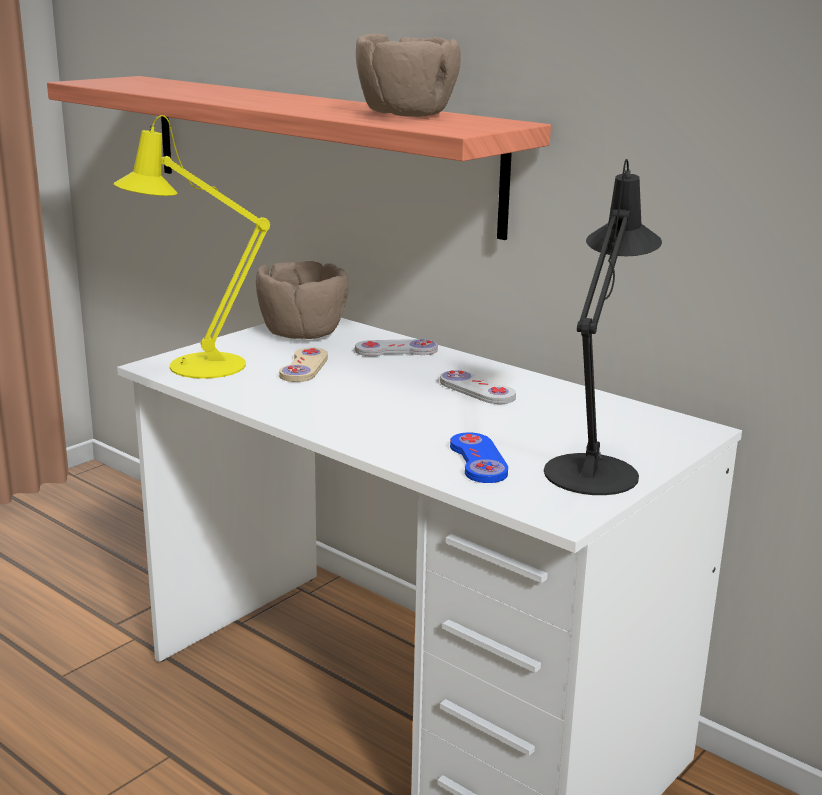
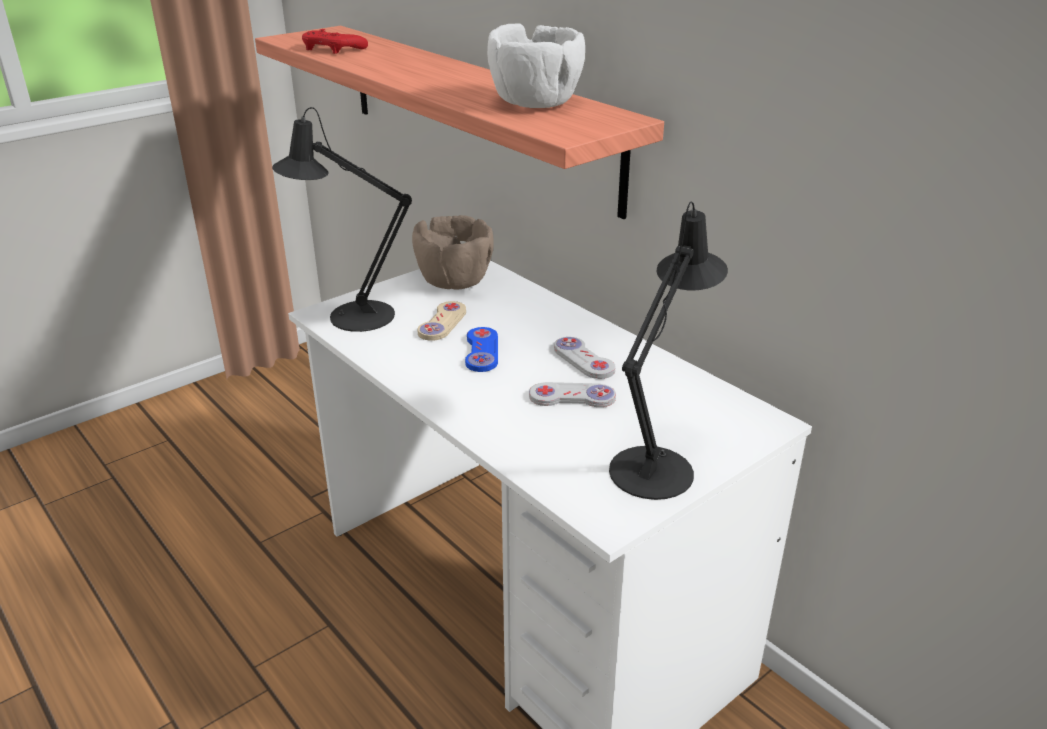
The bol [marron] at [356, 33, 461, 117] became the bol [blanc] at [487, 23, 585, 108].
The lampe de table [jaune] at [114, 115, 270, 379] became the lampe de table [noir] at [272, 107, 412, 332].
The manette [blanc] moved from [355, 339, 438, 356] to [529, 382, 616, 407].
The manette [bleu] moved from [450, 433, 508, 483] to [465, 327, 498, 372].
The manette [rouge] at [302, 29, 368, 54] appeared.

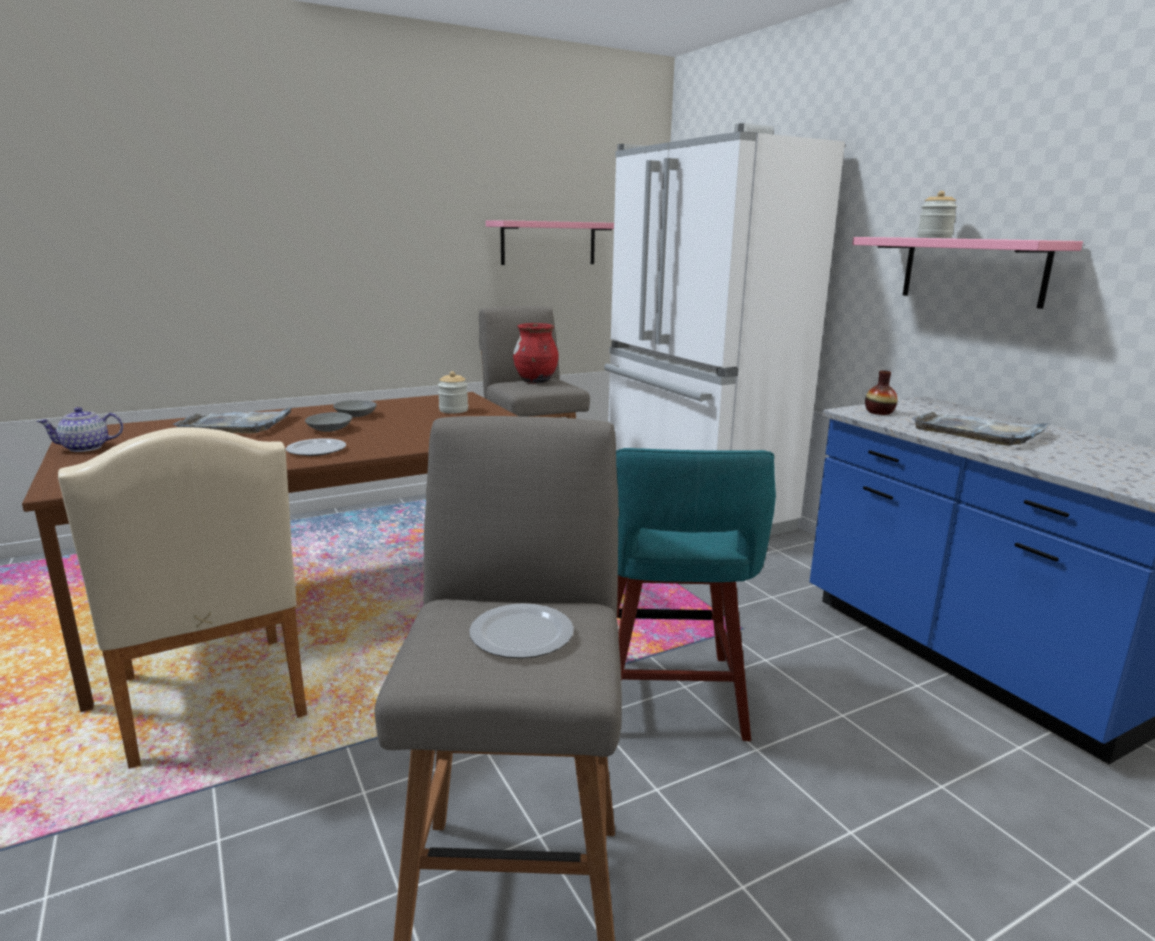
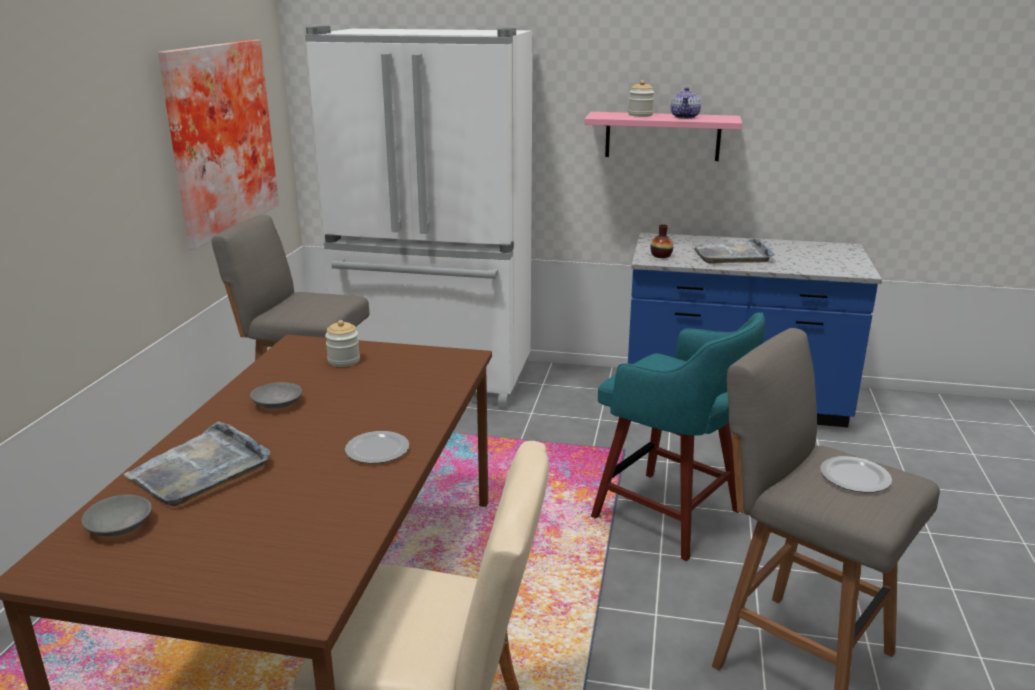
The étagère [rose] at [486, 220, 614, 265] was replaced by the tableau at [158, 39, 279, 250].
The vase [rouge] at [513, 323, 558, 384] disappeared.
The théière moved from [37, 407, 123, 452] to [671, 87, 701, 119].
The bol [gris] moved from [305, 412, 353, 432] to [81, 495, 152, 536].

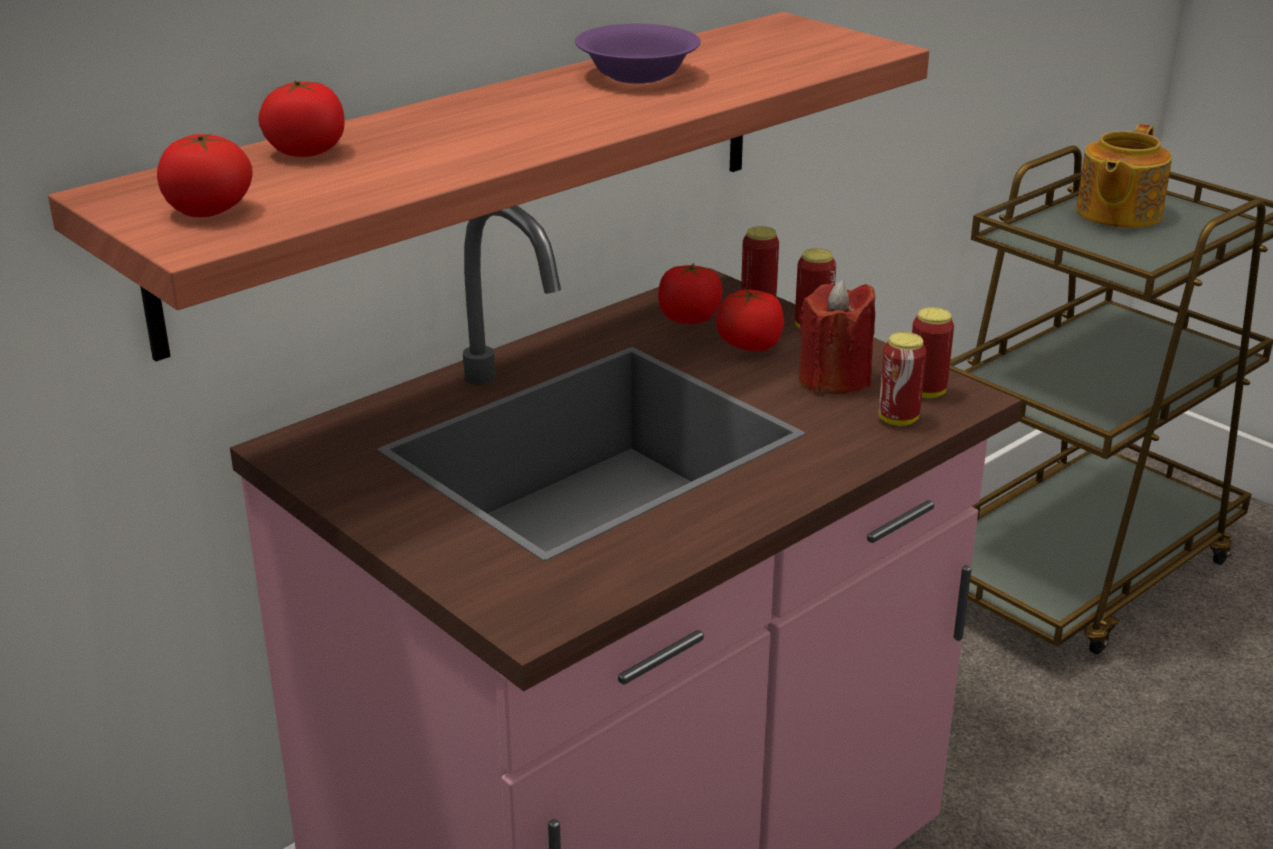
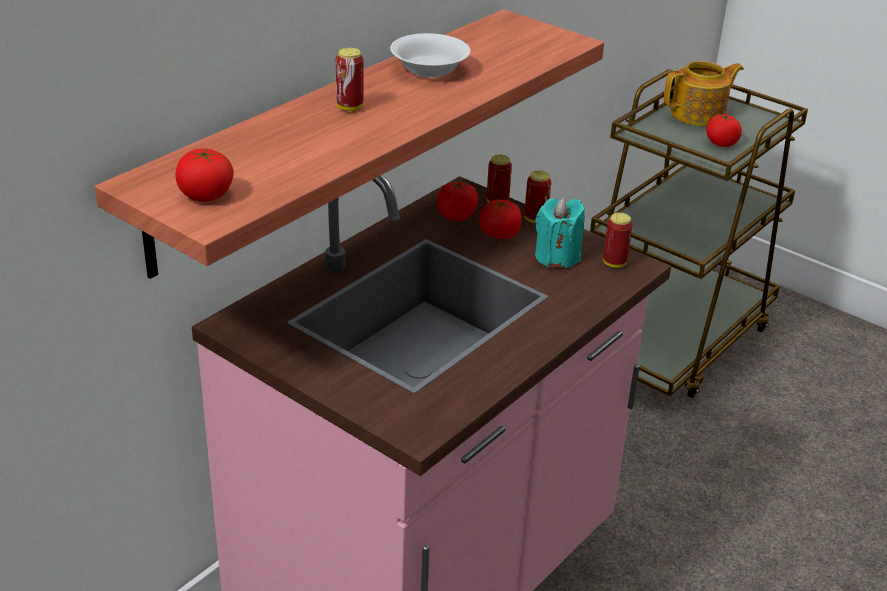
The bol [violet] at [575, 24, 701, 84] became the bol [blanc] at [390, 33, 471, 78].
The tomate moved from [258, 80, 345, 157] to [706, 114, 742, 147].
The théière at [1076, 124, 1172, 228] turned 135 degrees counterclockwise.
The bougie [rouge] at [799, 280, 875, 394] became the bougie [turquoise] at [535, 198, 585, 268].
The boîte métallique moved from [878, 332, 926, 426] to [335, 48, 364, 111].

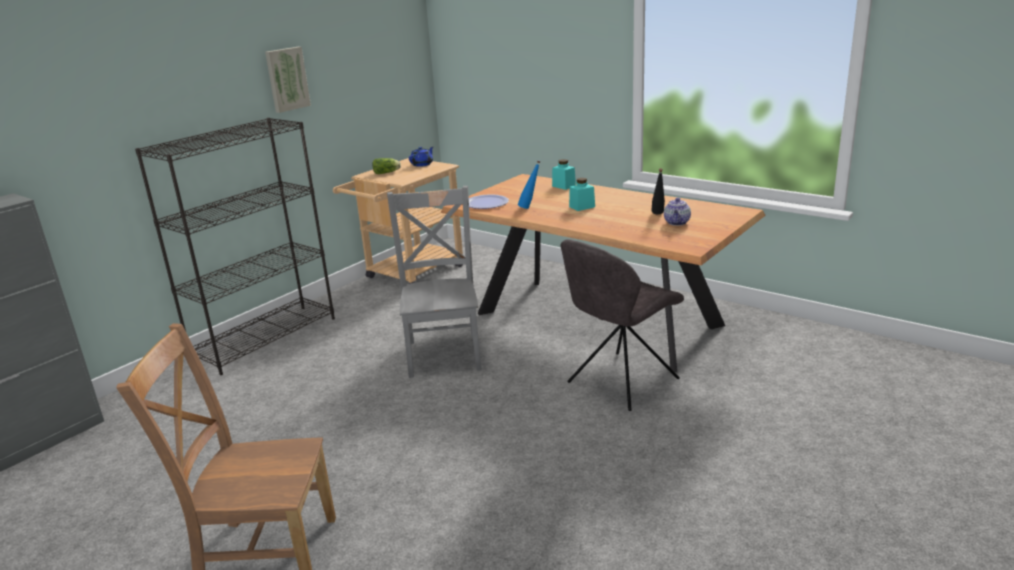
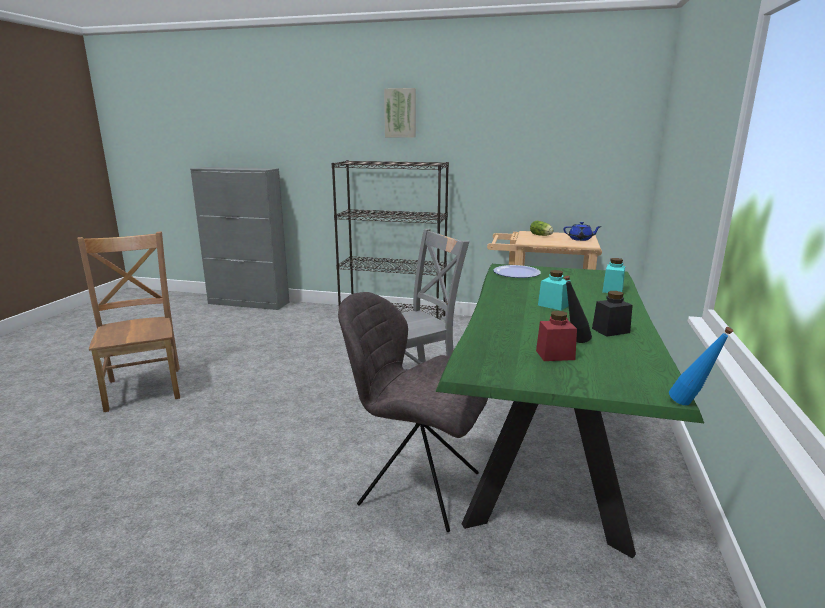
The tableau moved from [265, 47, 311, 113] to [384, 88, 416, 138].
The bouteille [bleu] moved from [518, 160, 541, 209] to [669, 327, 733, 405].
The table à manger [marron] at [441, 174, 766, 372] became the table à manger [vert] at [436, 264, 704, 559].
The théière at [664, 198, 691, 226] was replaced by the bocal [rouge] at [536, 311, 577, 361].
The bocal [noir] at [592, 291, 633, 337] appeared.

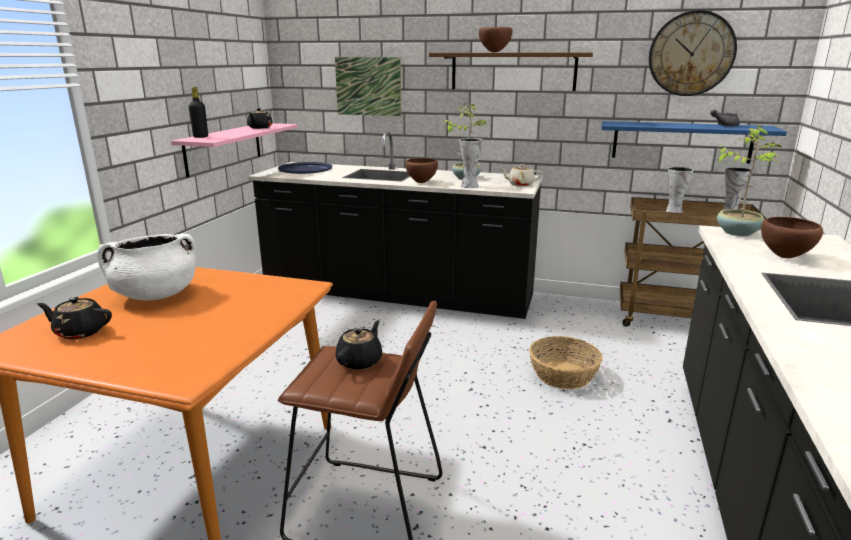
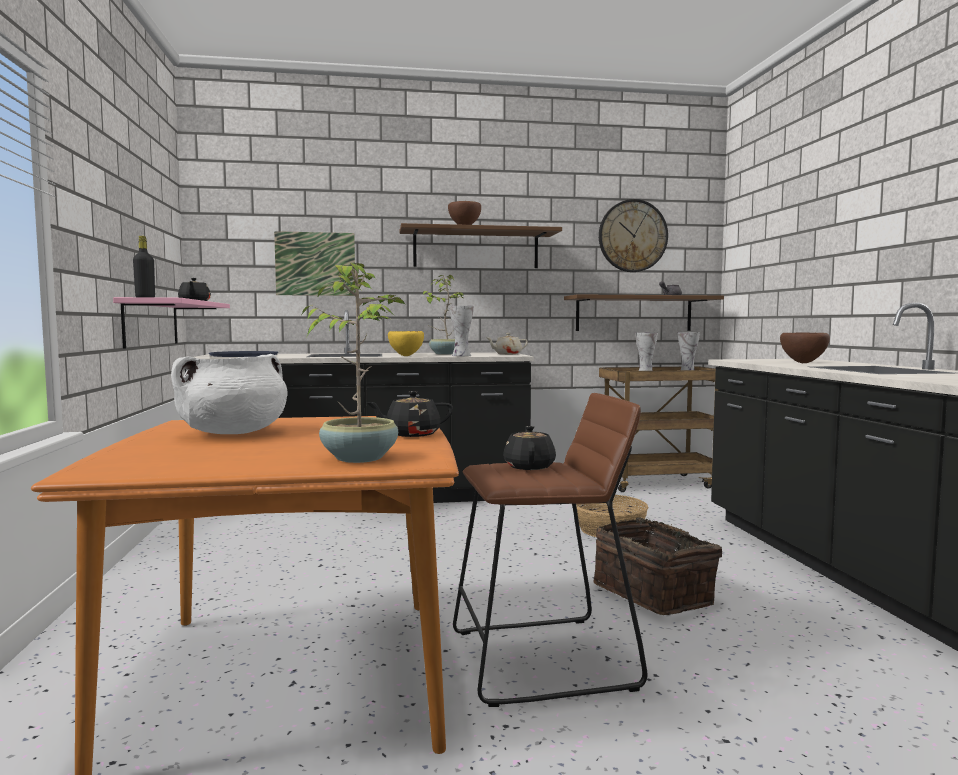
The étagère [bleu] at [602, 121, 787, 164] became the étagère [marron] at [564, 294, 724, 331].
The plante en pot moved from [717, 125, 783, 236] to [302, 262, 405, 463].
The bol [marron] at [405, 158, 438, 183] became the bol [jaune] at [388, 331, 424, 356].
The théière [noir] moved from [37, 297, 112, 339] to [365, 391, 453, 437].
The panier at [593, 517, 722, 615] appeared.

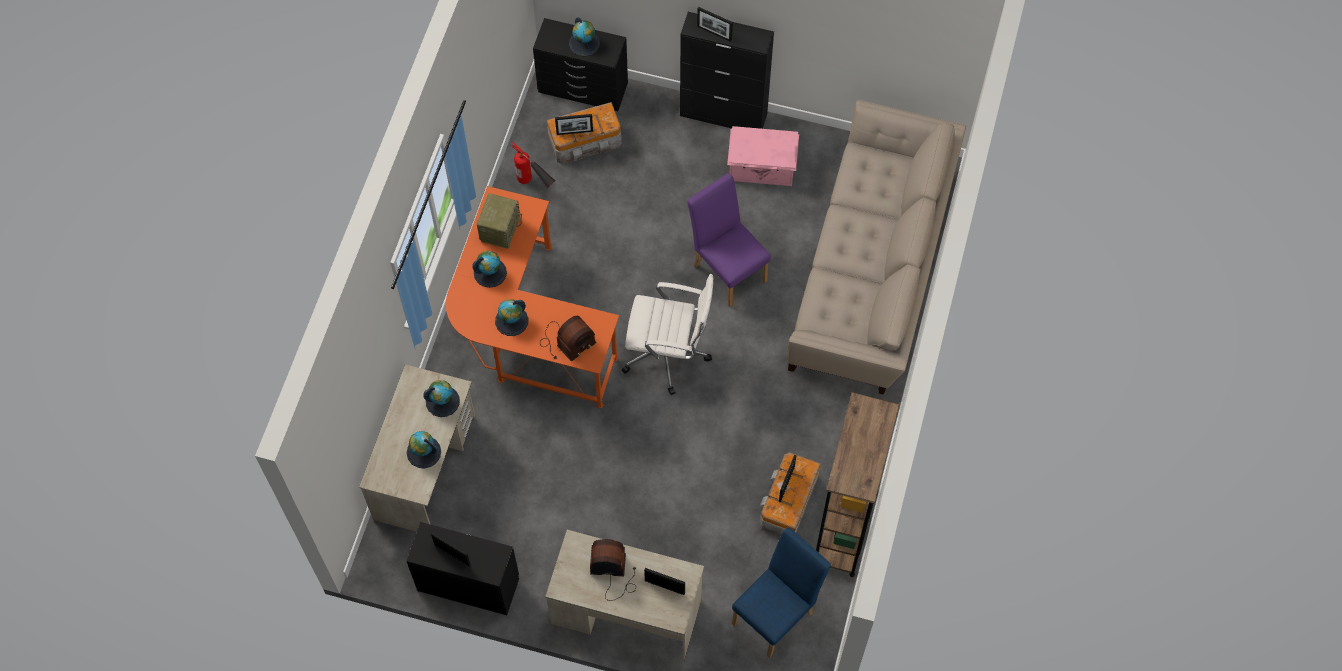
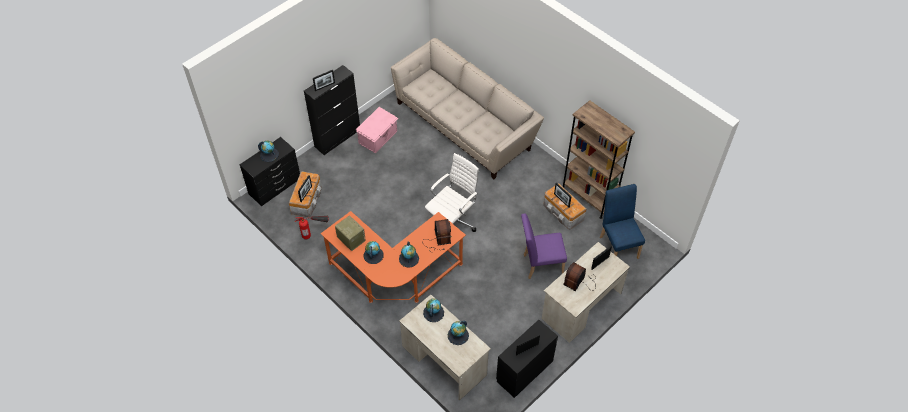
The chaise [violet] moved from [687, 173, 771, 307] to [521, 213, 567, 279].

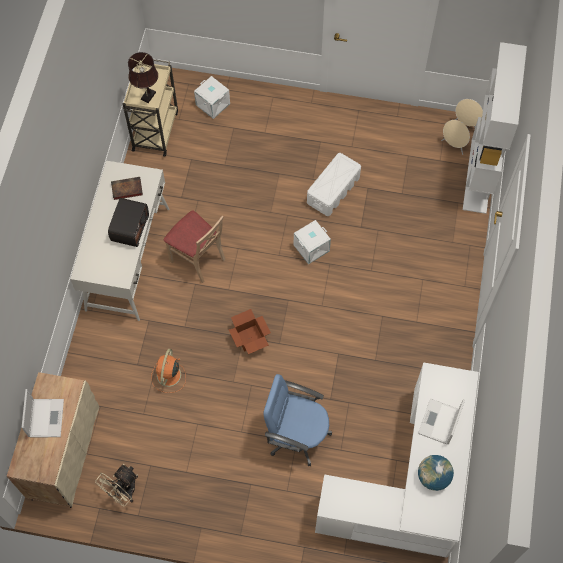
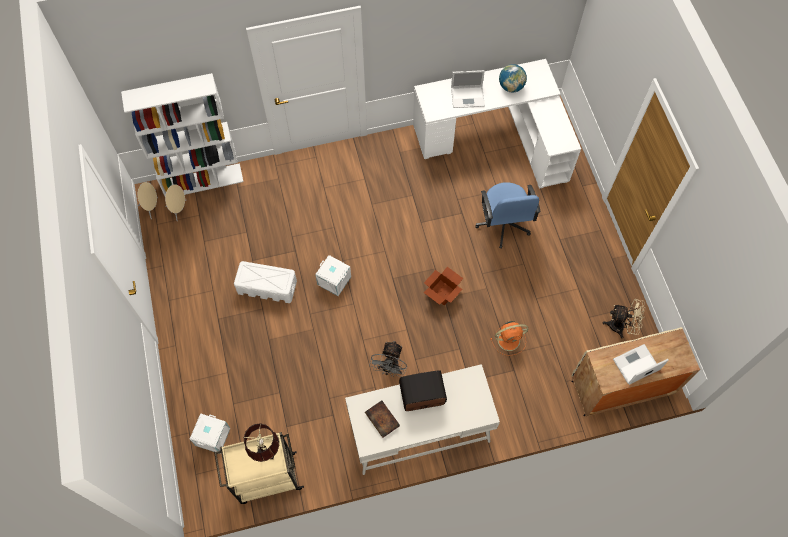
The chaise [beige] at [164, 210, 226, 283] was replaced by the ventilateur [gris] at [369, 341, 407, 377].

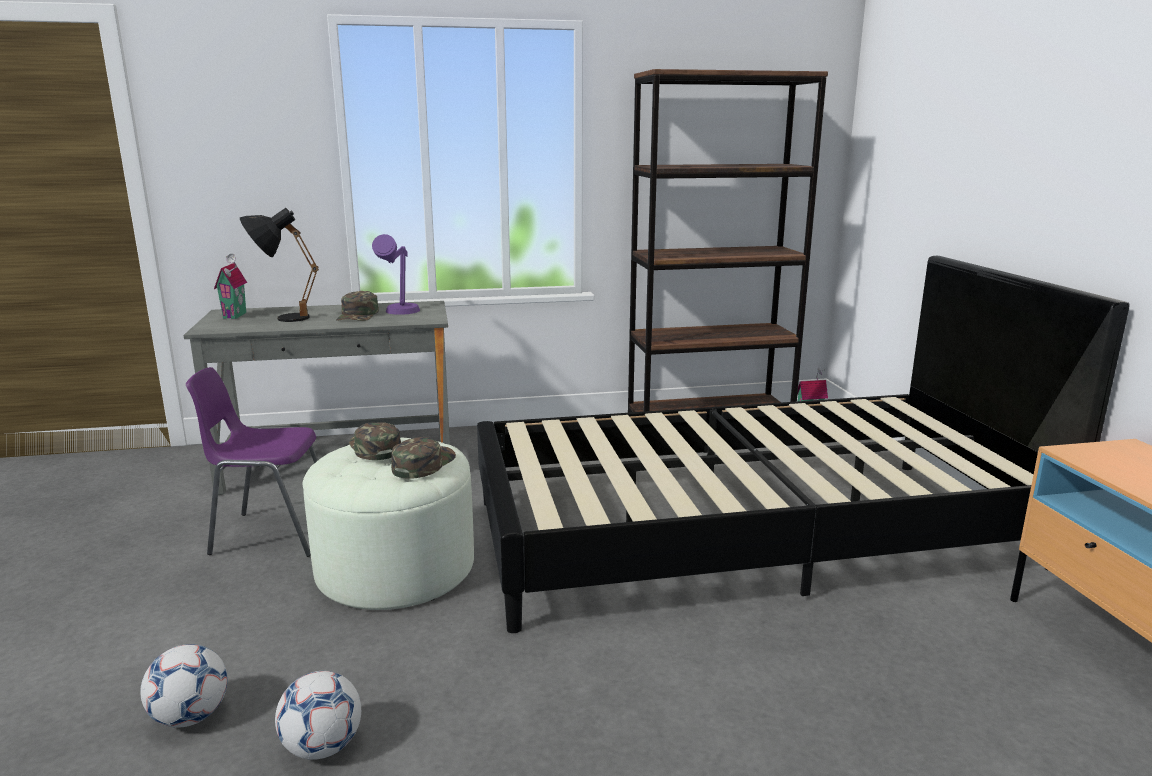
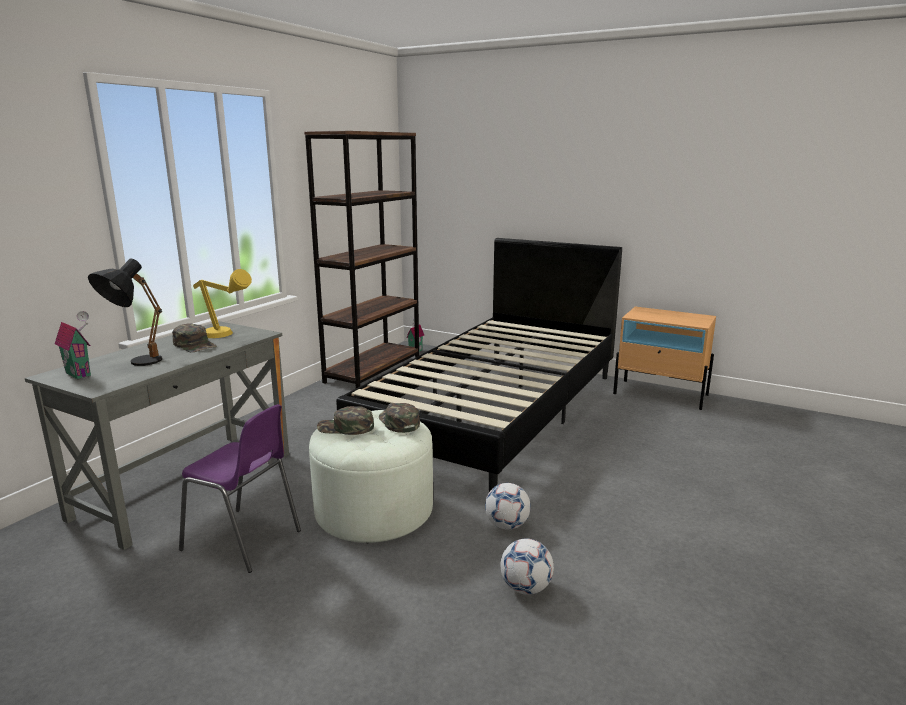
The lampe de table [violet] at [372, 234, 420, 315] became the lampe de table [jaune] at [193, 269, 252, 338].
The chaise [violet] at [186, 367, 318, 557] turned 105 degrees counterclockwise.
The ballon de foot moved from [140, 644, 227, 728] to [485, 483, 531, 530].

